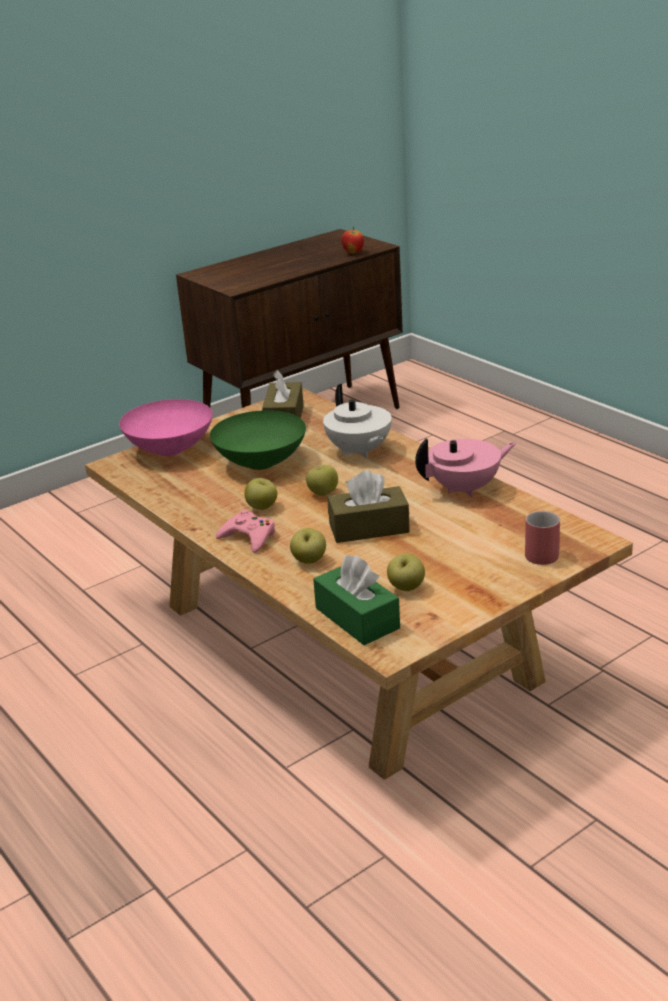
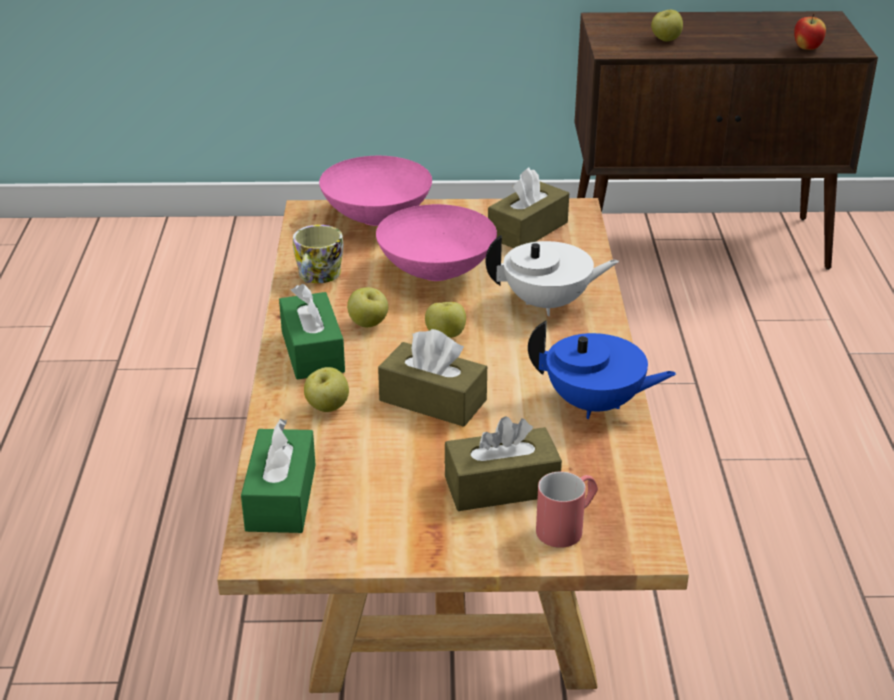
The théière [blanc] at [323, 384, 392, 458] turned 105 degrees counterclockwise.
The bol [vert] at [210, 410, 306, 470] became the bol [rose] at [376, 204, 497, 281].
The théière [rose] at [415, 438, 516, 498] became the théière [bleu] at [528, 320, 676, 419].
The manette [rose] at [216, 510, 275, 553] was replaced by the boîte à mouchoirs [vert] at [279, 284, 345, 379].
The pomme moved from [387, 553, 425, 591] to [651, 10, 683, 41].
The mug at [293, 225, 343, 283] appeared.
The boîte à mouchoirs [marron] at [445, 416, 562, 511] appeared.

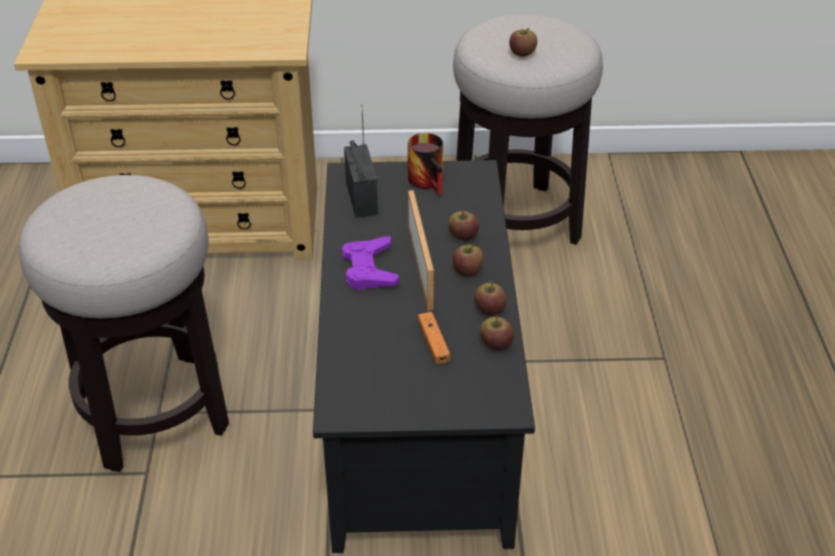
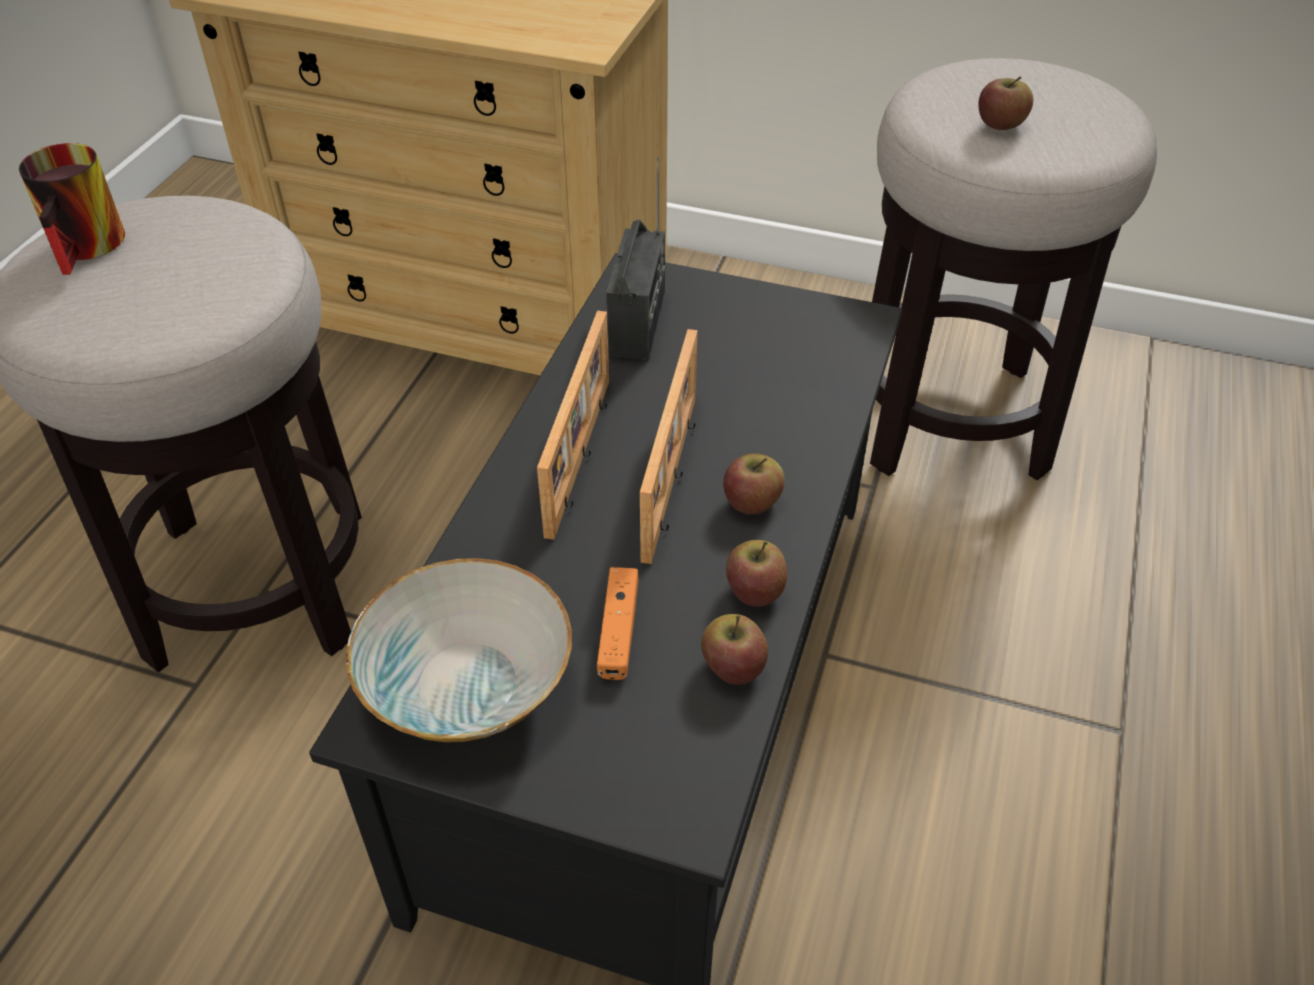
The mug moved from [408, 133, 443, 195] to [19, 143, 125, 275].
The pomme at [448, 209, 479, 241] disappeared.
The manette [violet] at [342, 236, 400, 290] was replaced by the cadre photo at [537, 311, 609, 540].
The bol at [346, 558, 572, 742] appeared.

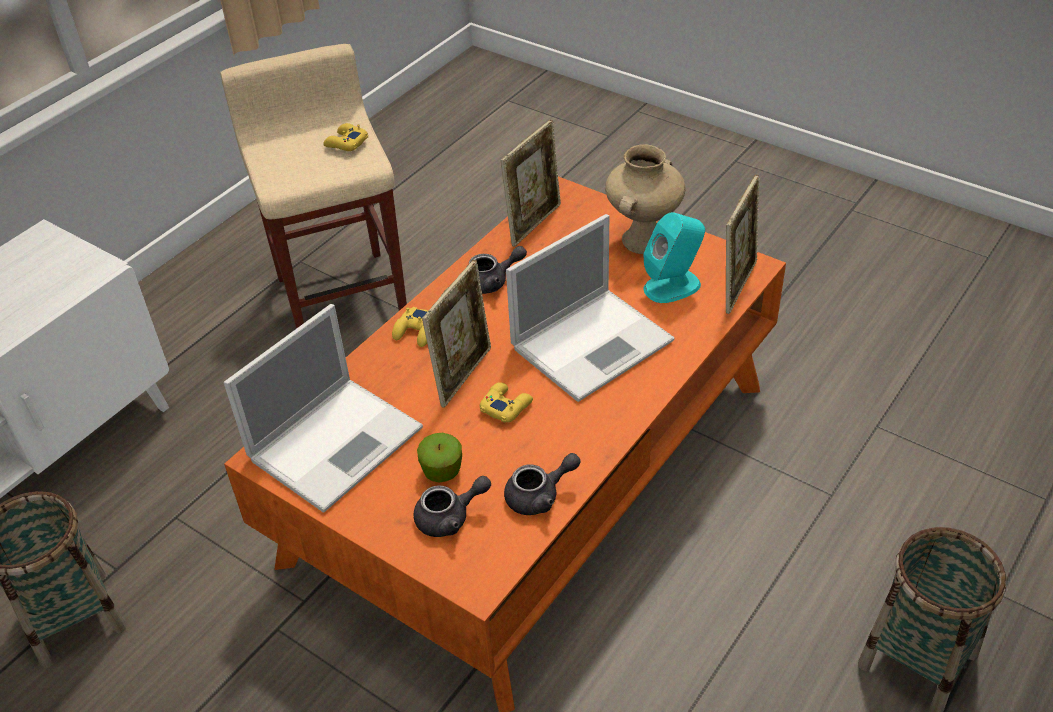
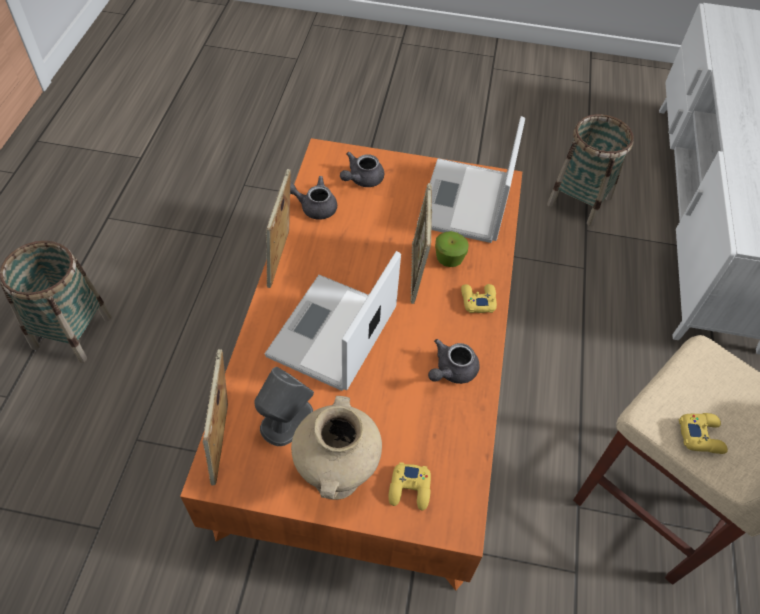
The cadre photo moved from [501, 120, 561, 247] to [265, 169, 291, 288].
The enceinte [turquoise] at [643, 212, 705, 303] became the enceinte [gris] at [254, 367, 314, 446].
The manette [jaune] moved from [480, 382, 533, 423] to [389, 462, 431, 510].
The pomme moved from [417, 433, 462, 482] to [435, 231, 469, 267].
The théière [gris] at [504, 453, 580, 515] turned 60 degrees clockwise.

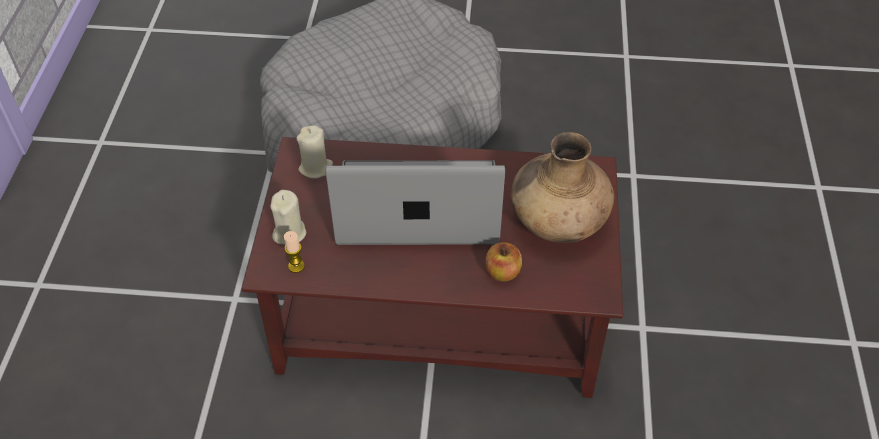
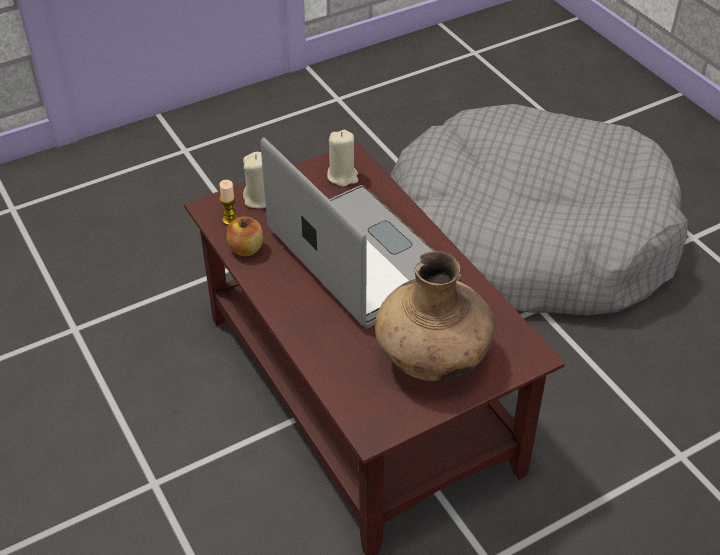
The pomme moved from [486, 242, 522, 281] to [227, 216, 263, 256].

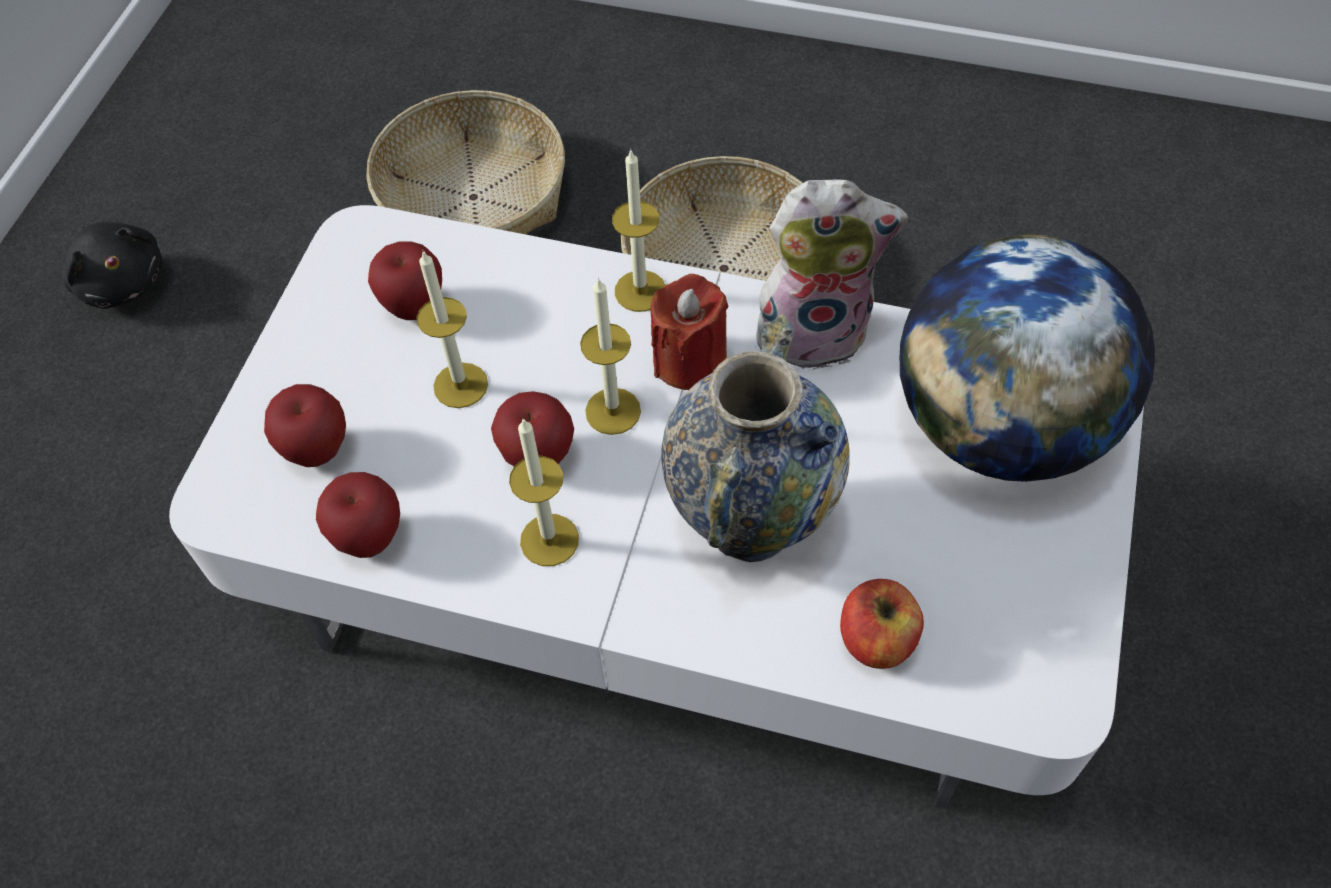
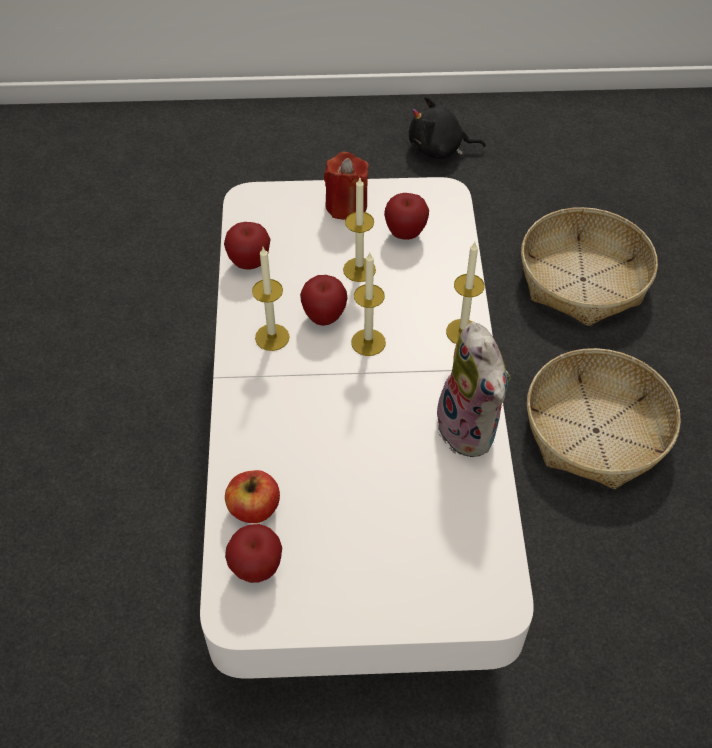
The peluche [noir] at [63, 222, 163, 309] turned 60 degrees clockwise.
The globe at [900, 235, 1155, 482] disappeared.
The bougie [rouge] moved from [651, 274, 729, 390] to [324, 152, 369, 220].
The vase at [661, 314, 850, 562] disappeared.
The pomme moved from [264, 384, 346, 467] to [225, 524, 282, 583].

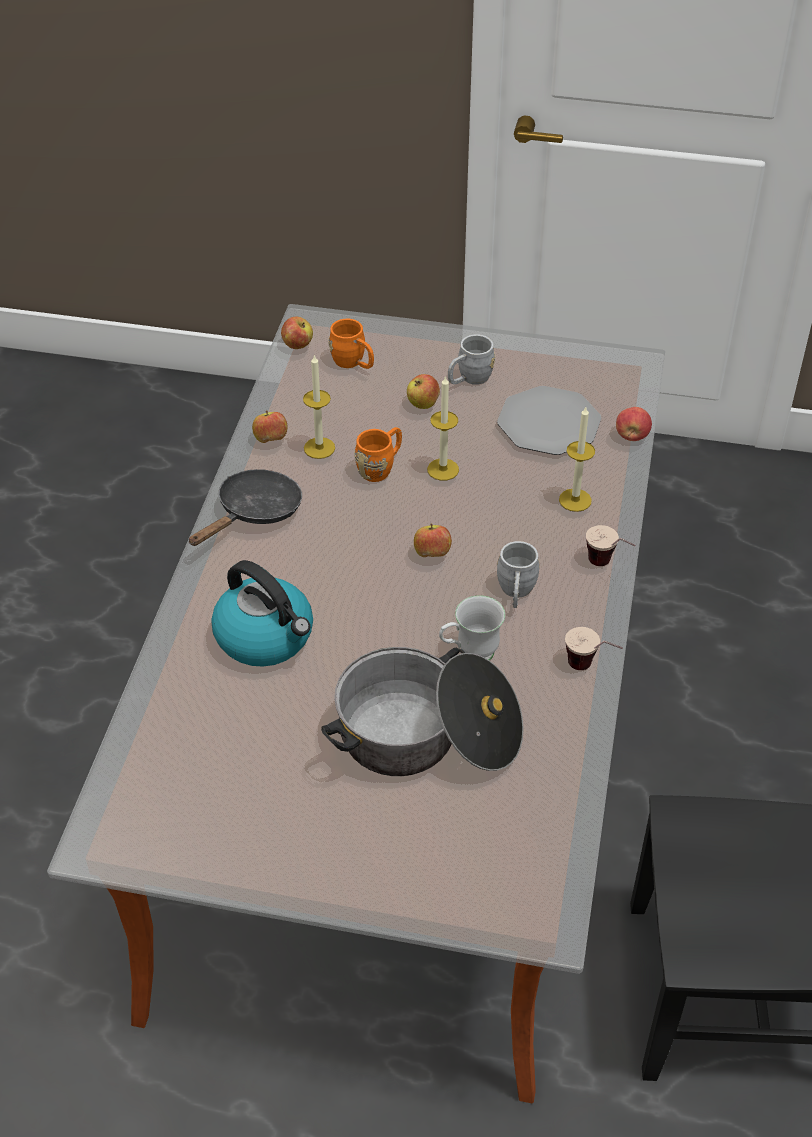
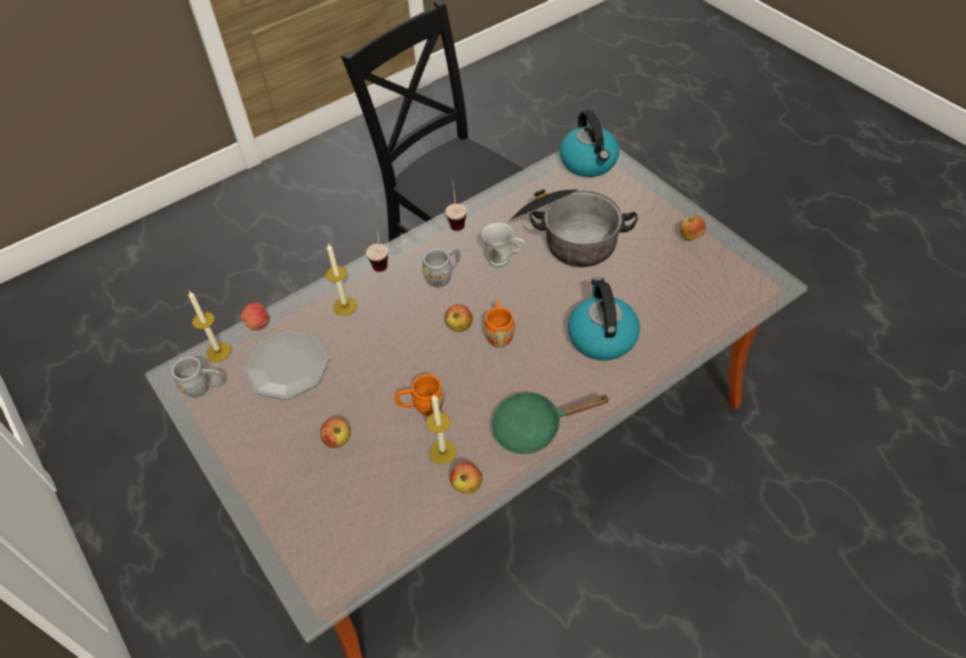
The pomme moved from [281, 316, 313, 349] to [680, 216, 706, 241].
The mug [orange] moved from [328, 319, 374, 369] to [484, 300, 515, 347].
The mug [gris] moved from [448, 334, 495, 385] to [172, 357, 224, 397].
The bougie moved from [427, 375, 459, 481] to [188, 291, 231, 362].
The poêle [noir] at [188, 469, 302, 546] became the poêle [vert] at [491, 392, 610, 454].
The bouilloire at [560, 110, 619, 177] appeared.

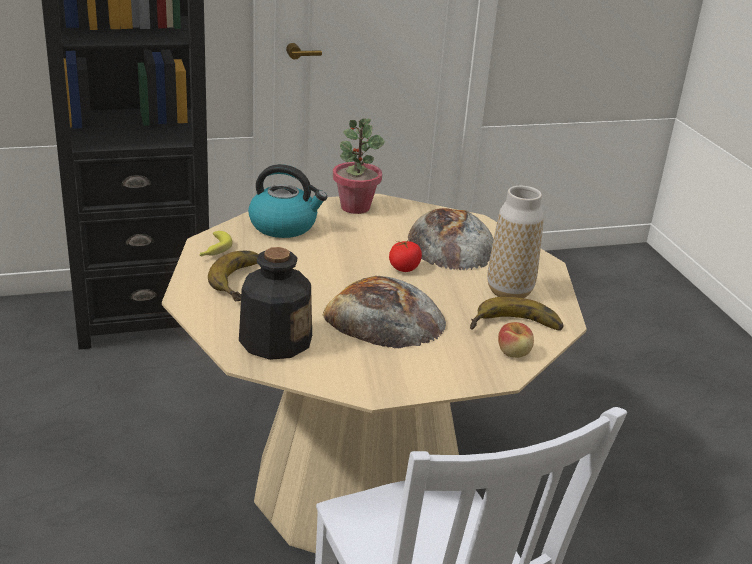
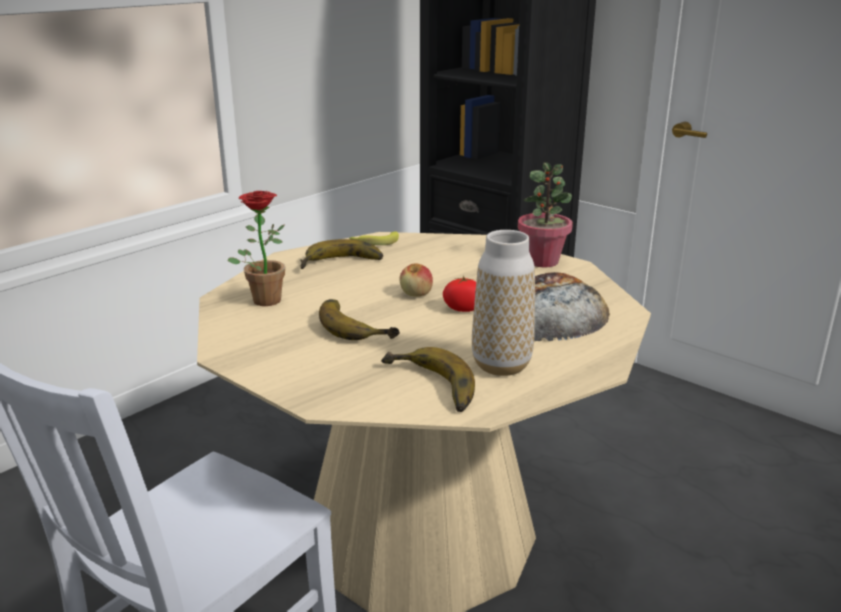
The bouilloire at [248, 164, 327, 238] disappeared.
The bouteille at [239, 247, 312, 360] was replaced by the plante en pot at [227, 191, 285, 306].
The pain at [323, 276, 446, 348] was replaced by the banane at [319, 299, 400, 340].
The pomme moved from [498, 322, 534, 358] to [400, 263, 433, 297].

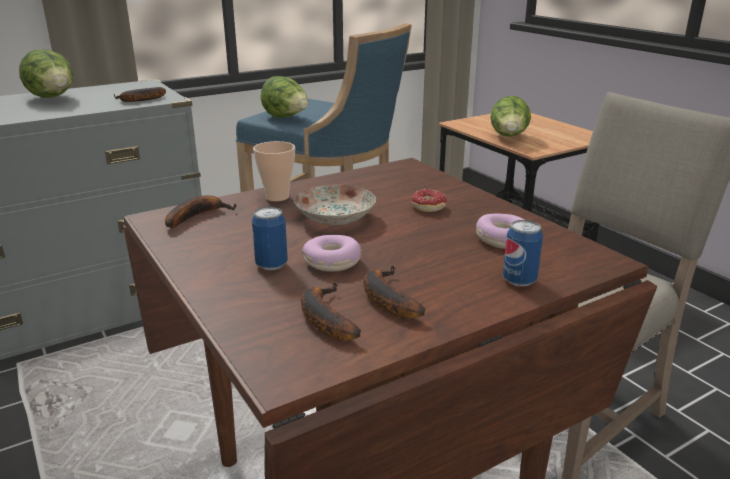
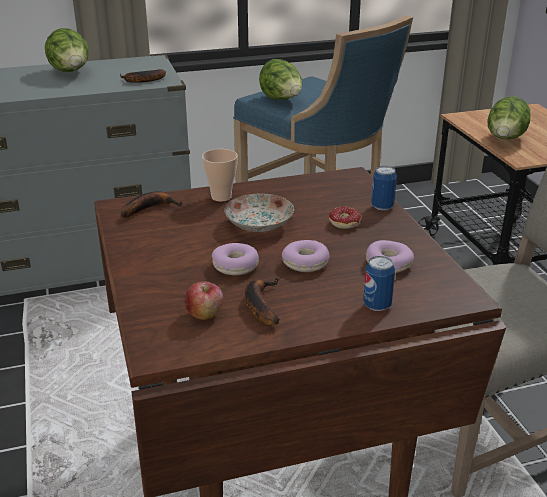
The boîte métallique moved from [252, 207, 288, 270] to [371, 166, 397, 211].
The banane at [301, 282, 361, 340] was replaced by the pomme at [185, 281, 223, 320].
The beignet at [282, 240, 330, 272] appeared.

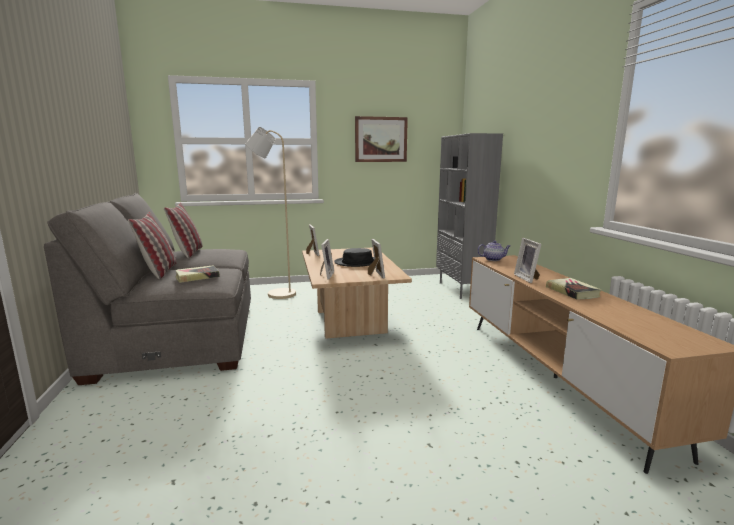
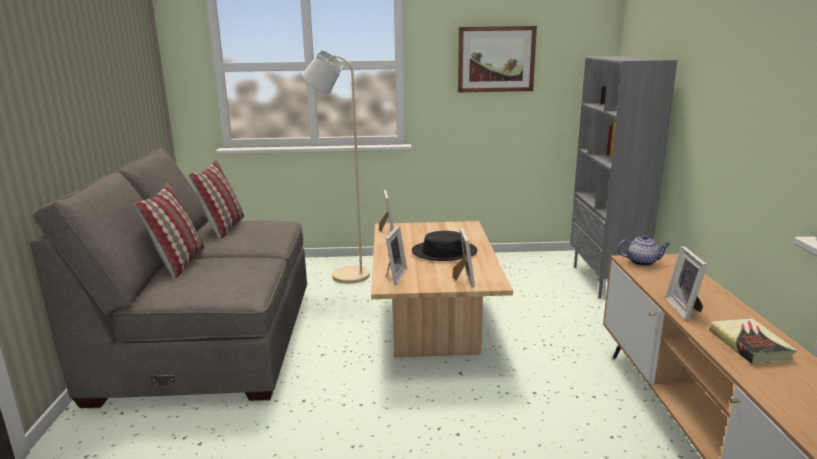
The livre at [175, 265, 220, 283] disappeared.

